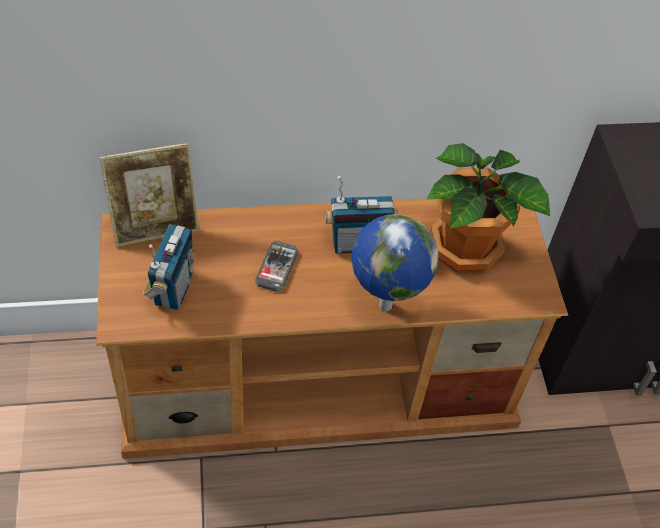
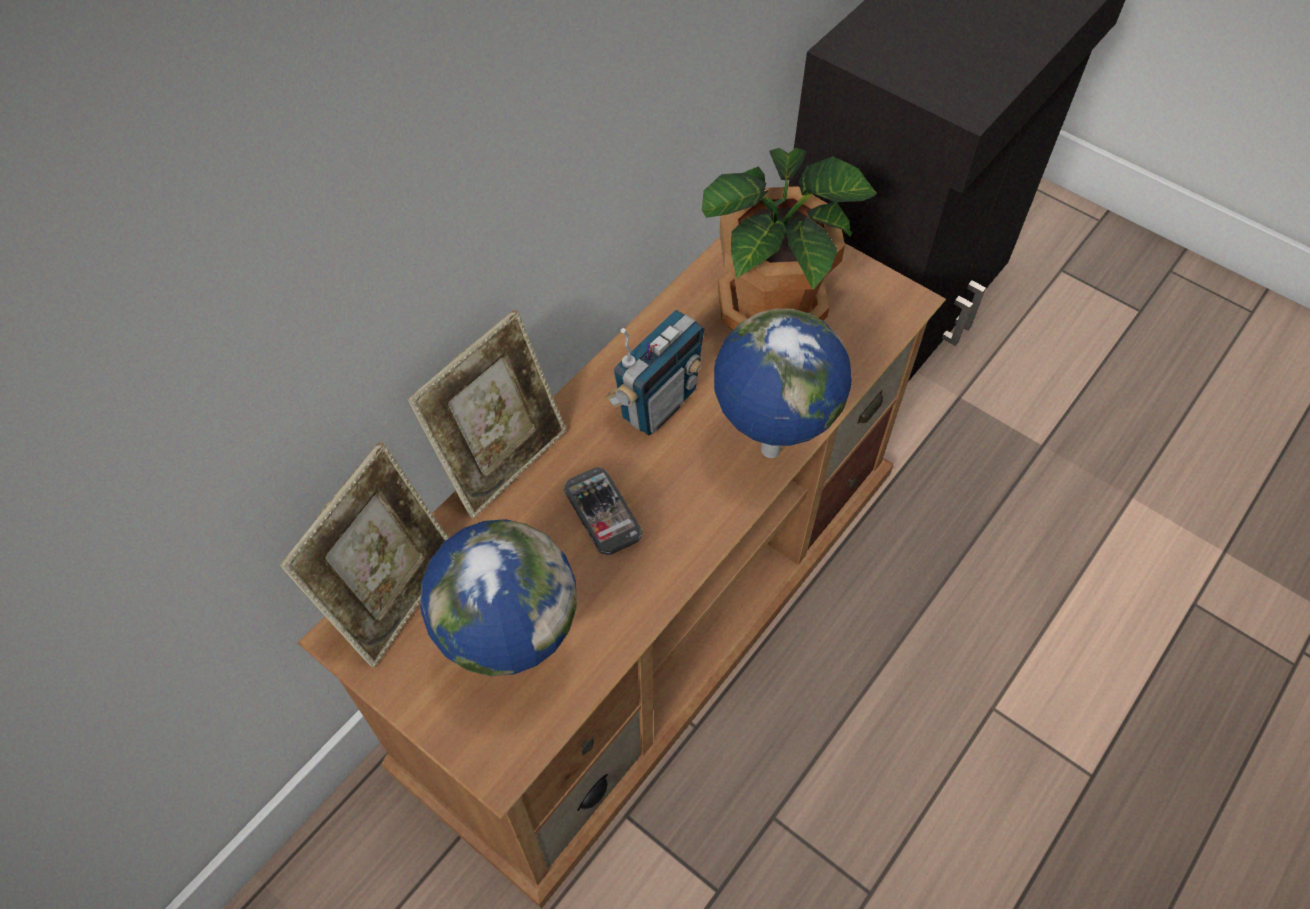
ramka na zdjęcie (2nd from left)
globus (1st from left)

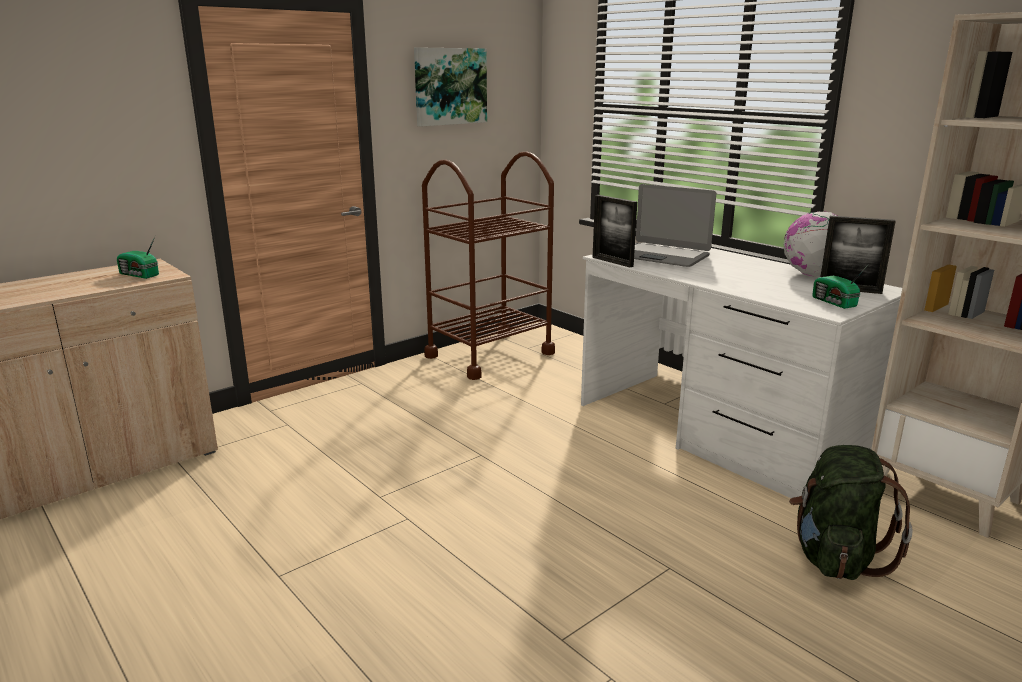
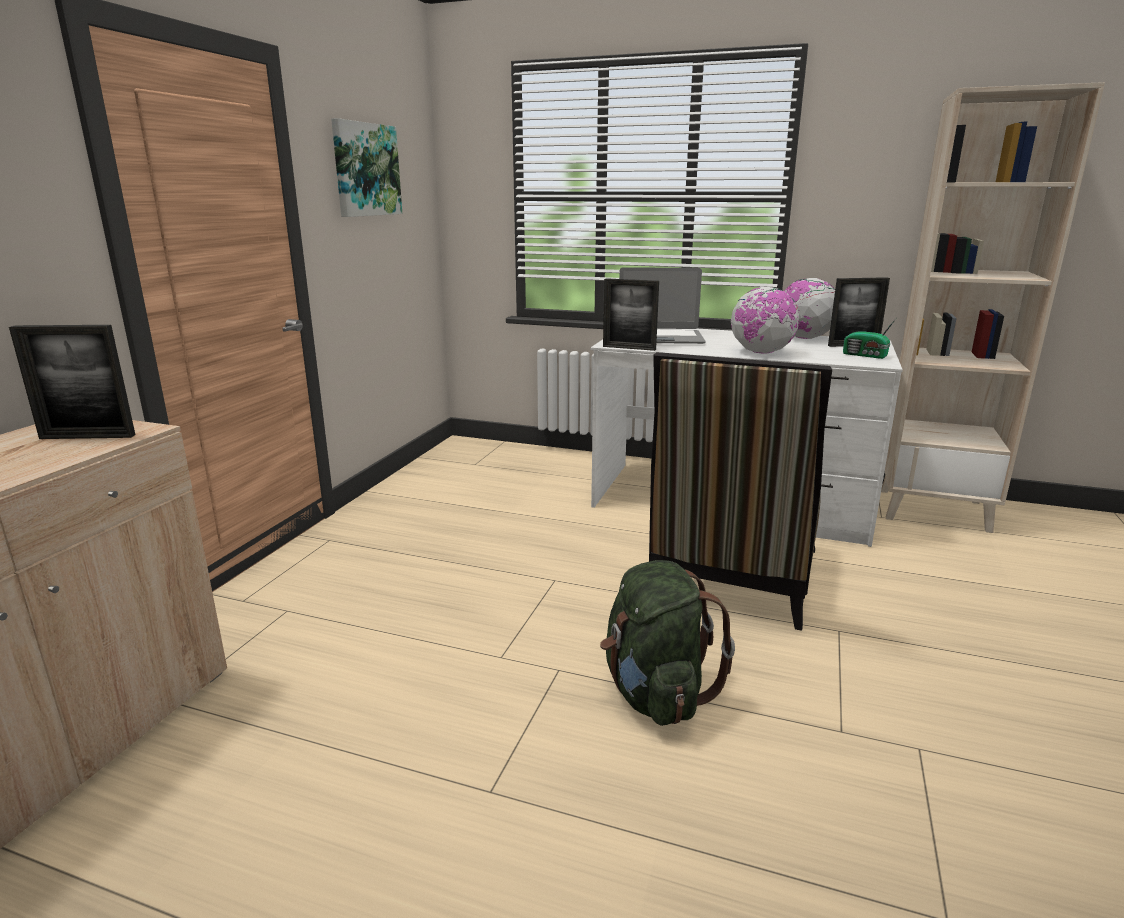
wózek [brązowy]
krzesło
globus (1st from left)
plecak [zielony]
ramka na zdjęcie (1st from left)

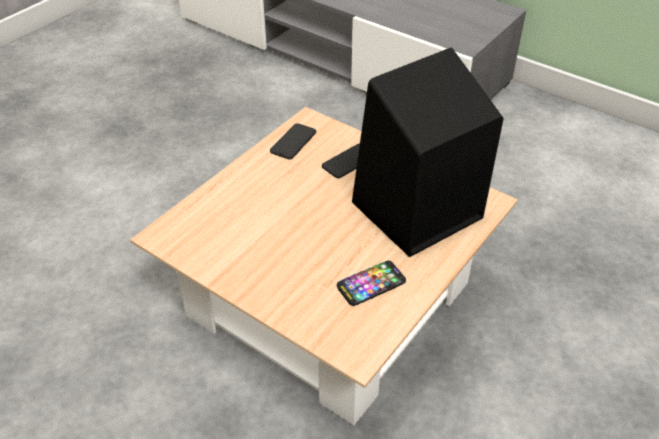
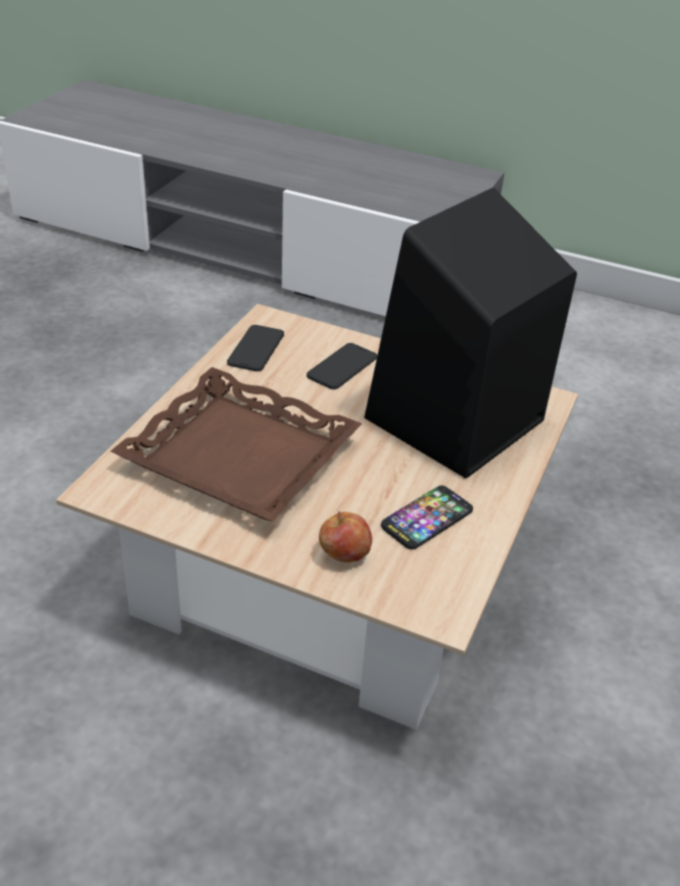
taca [brązowy]
jabłko

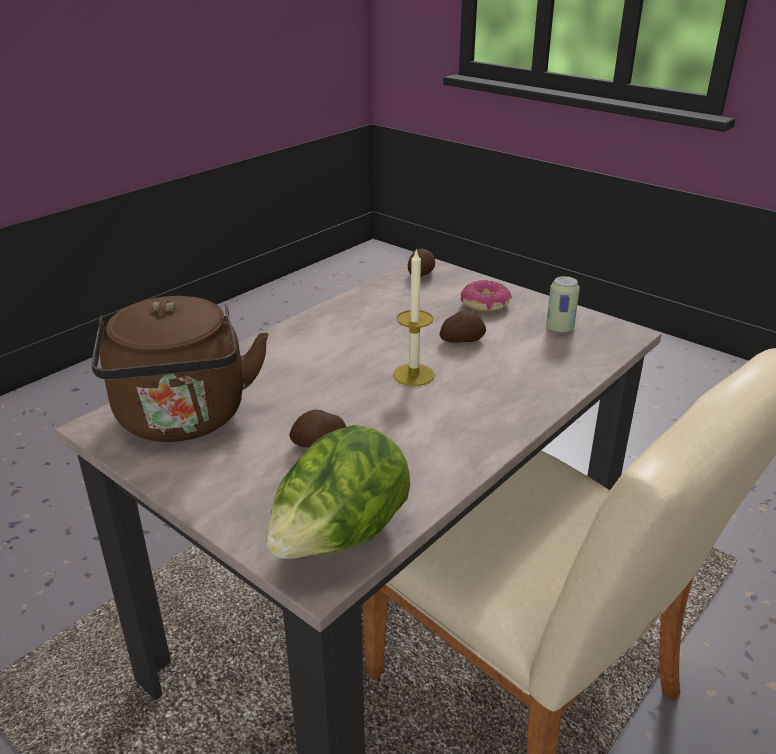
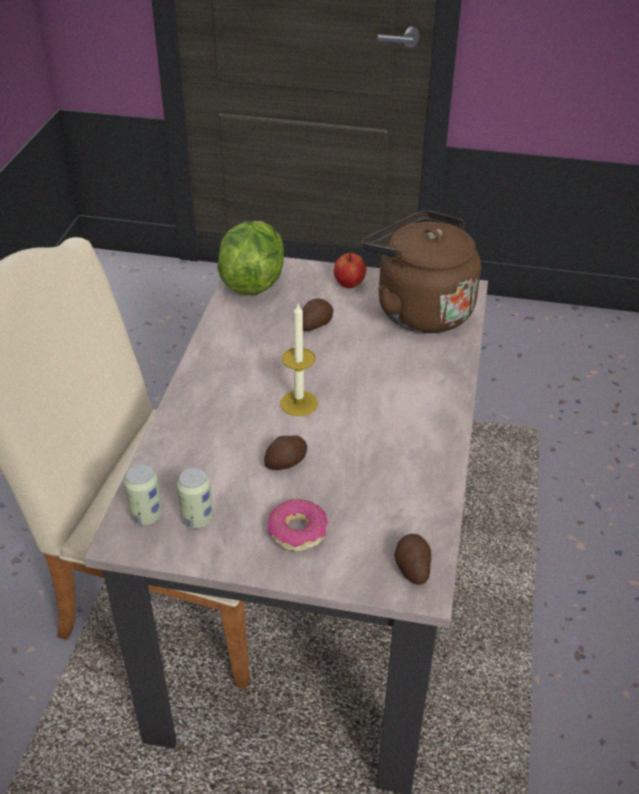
puszka (1st from left)
jabłko

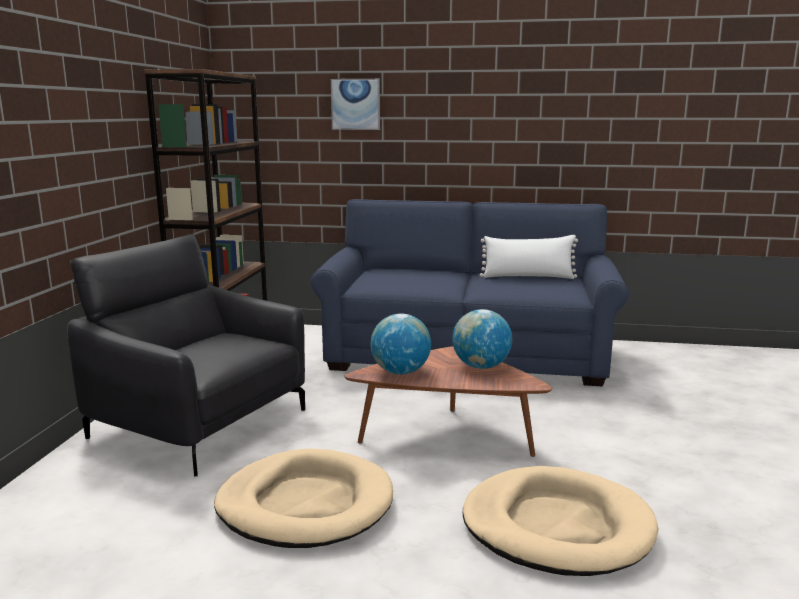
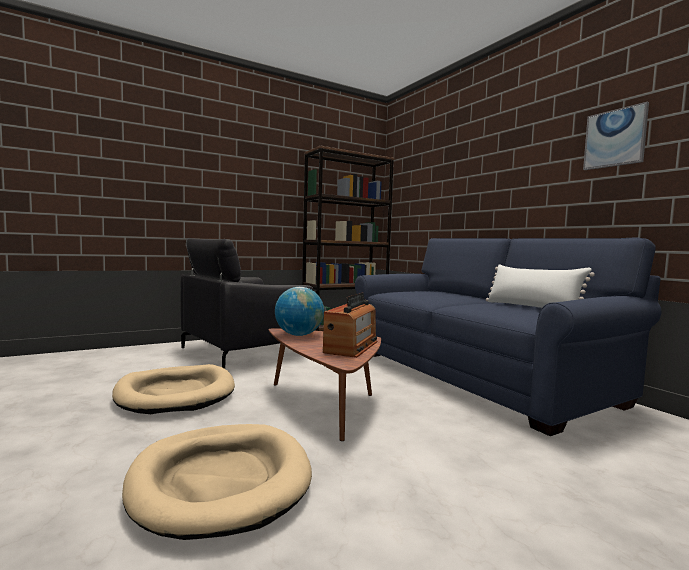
obraz
radio
fotel [czarny]

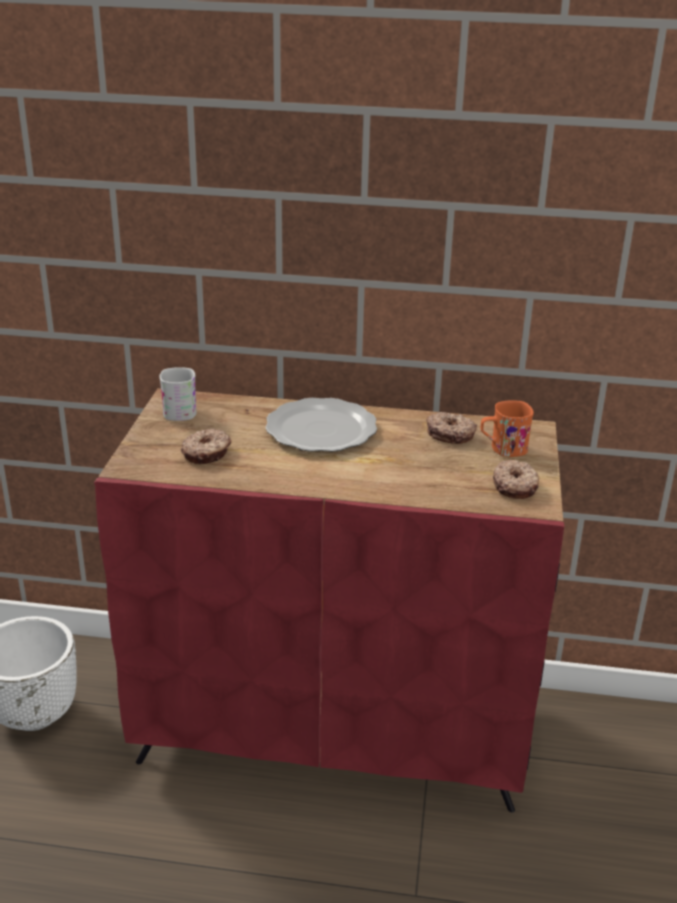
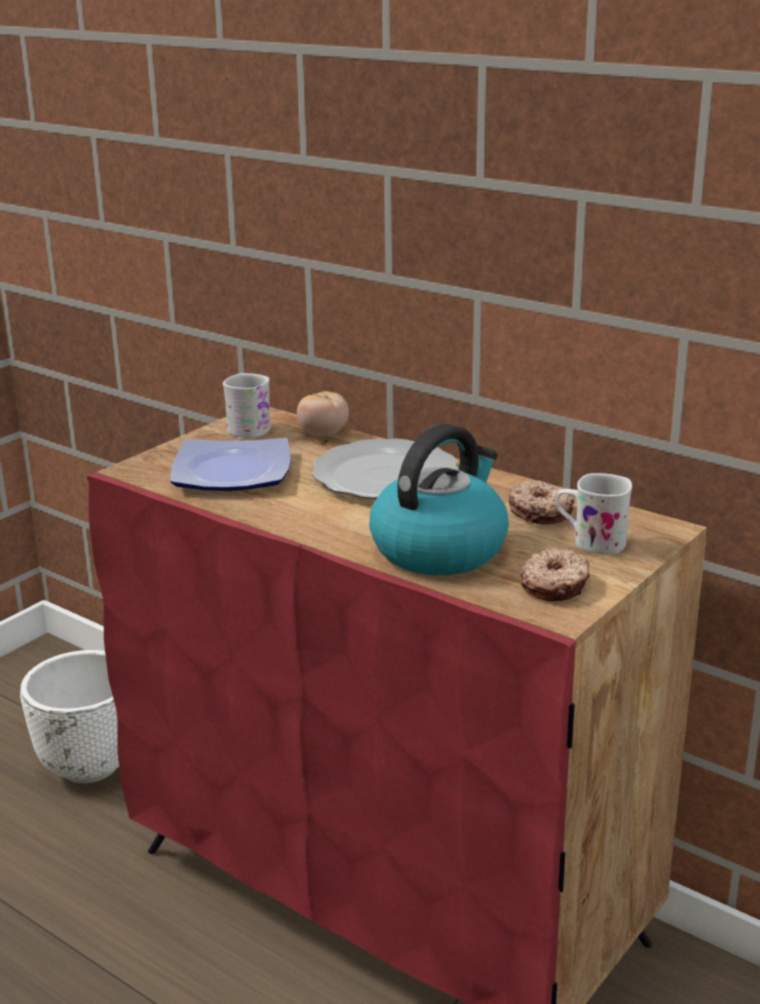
pomidor
czajnik
talerz (1st from left)
kubek [biały] (2nd from left)

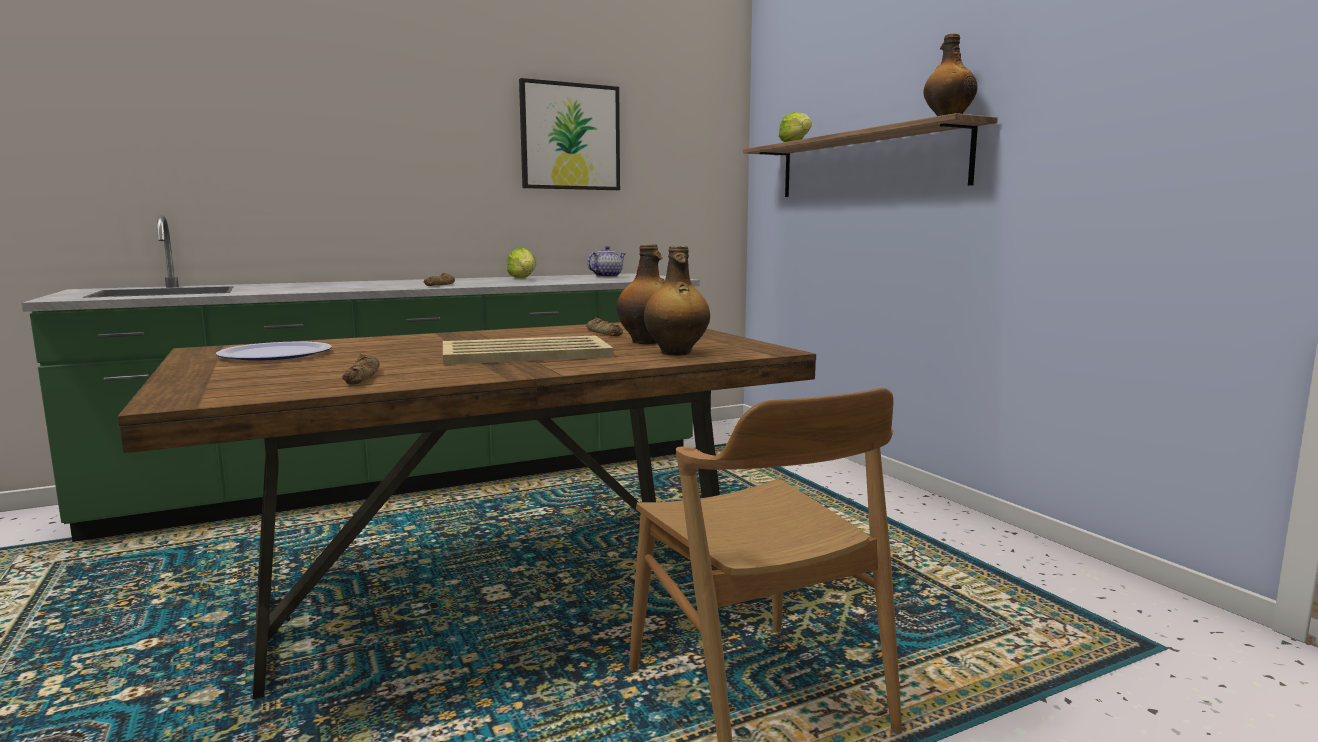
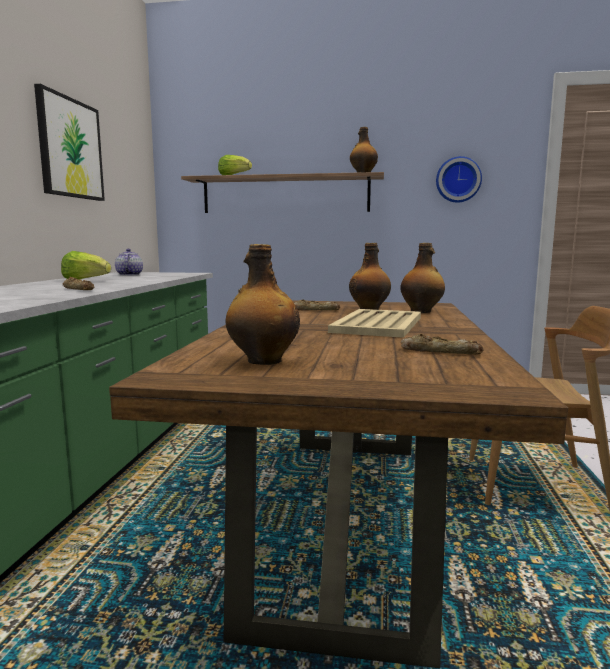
zegar ścienny
butelka (1st from left)

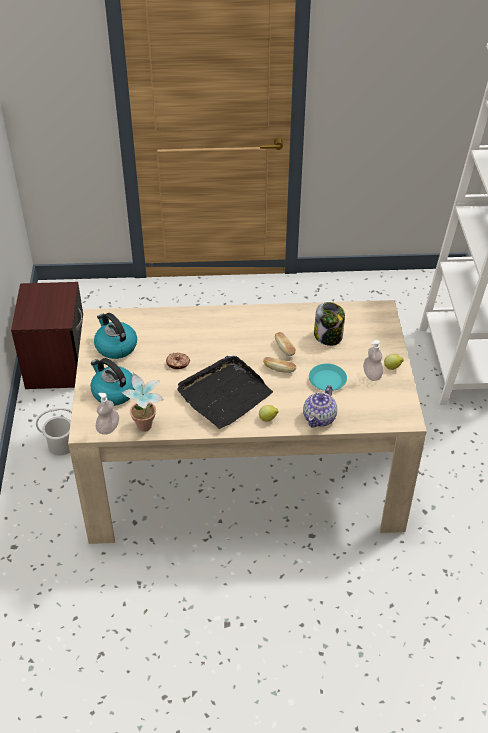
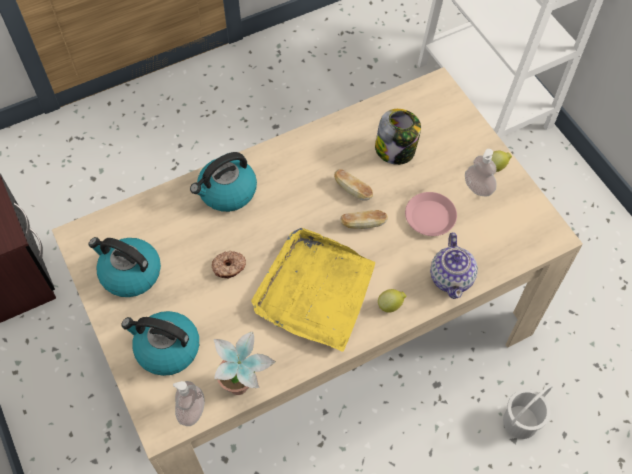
czajnik (3rd from left)
wiadro [biały]
taca [żółty]
talerz [różowy]

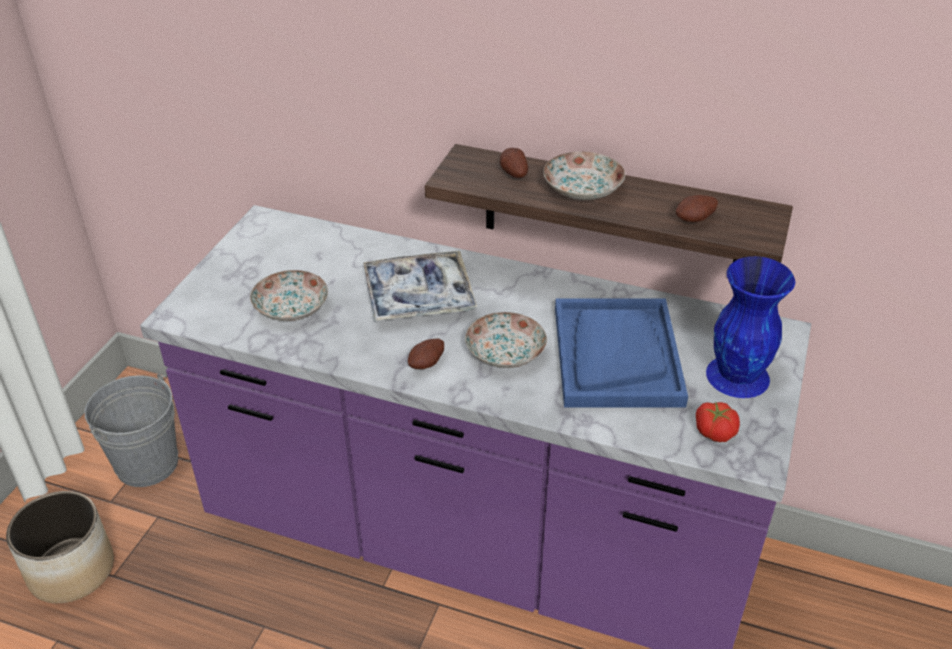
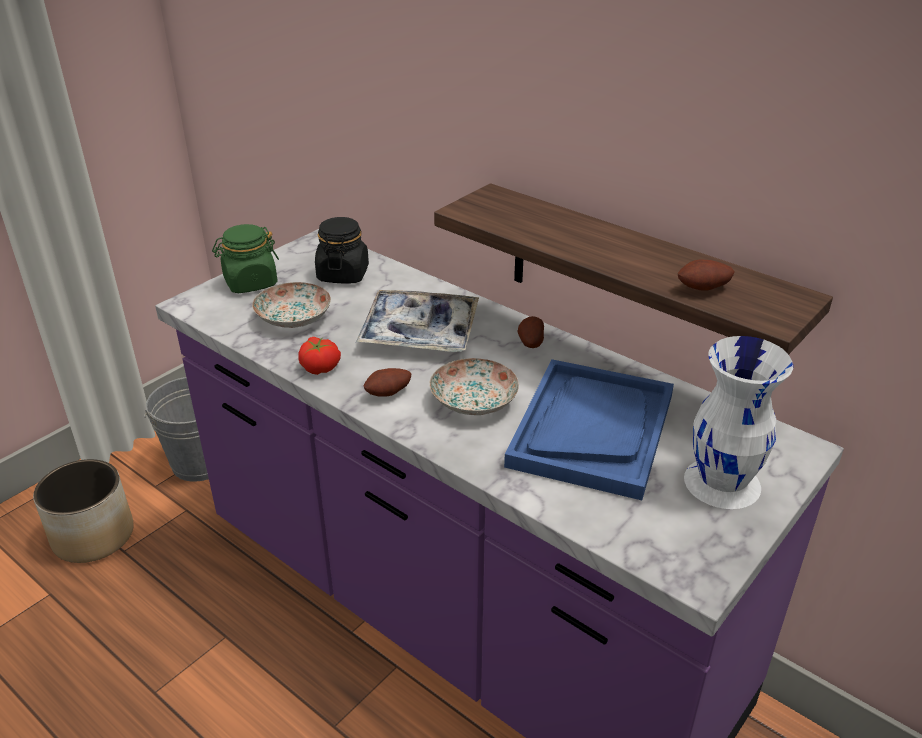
talerz (3rd from left in the first image)
słoik [zielony]
słoik [czarny]
ziemniak (2nd from left)
pomidor
wazon [biały]

